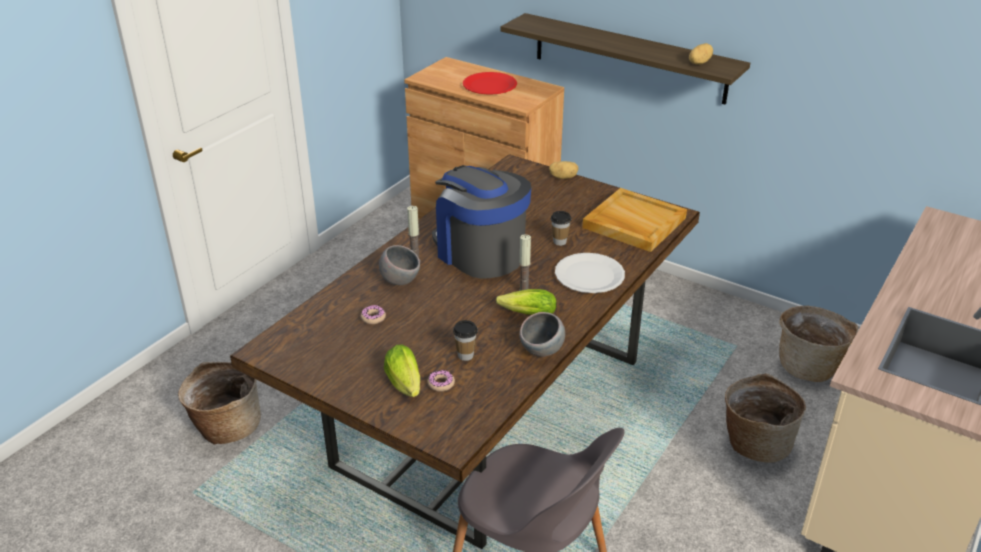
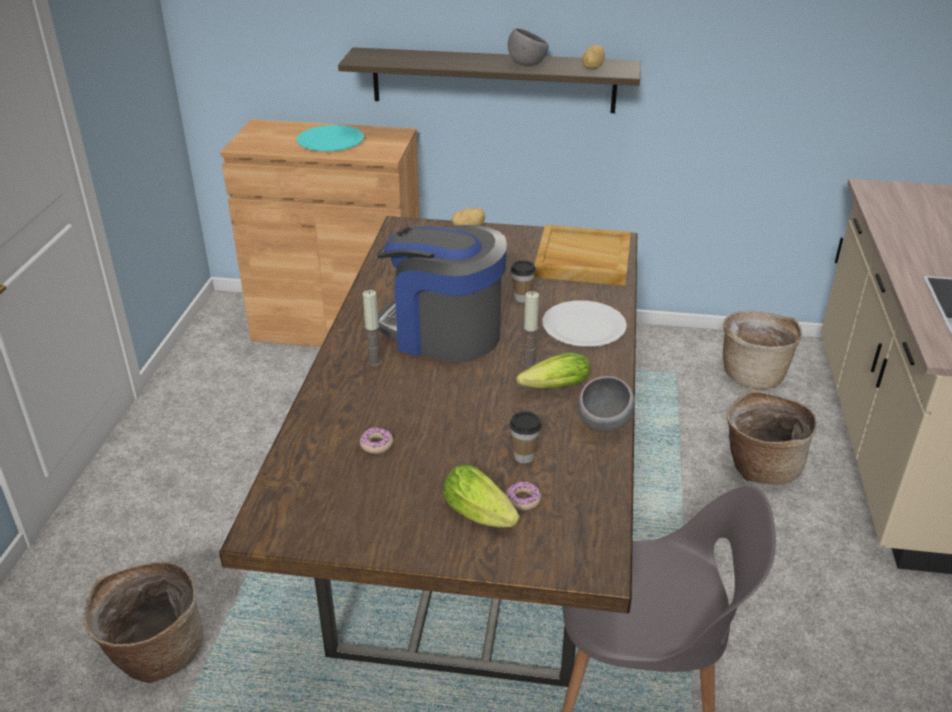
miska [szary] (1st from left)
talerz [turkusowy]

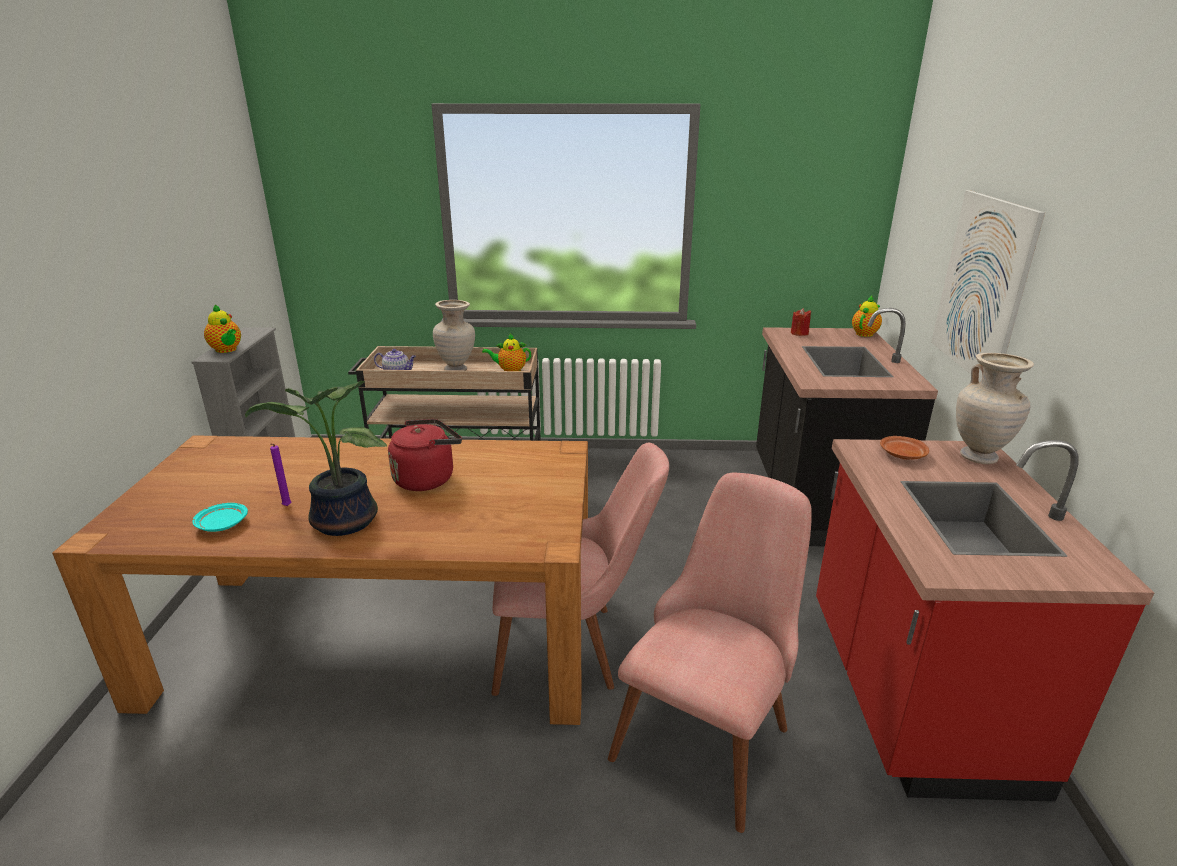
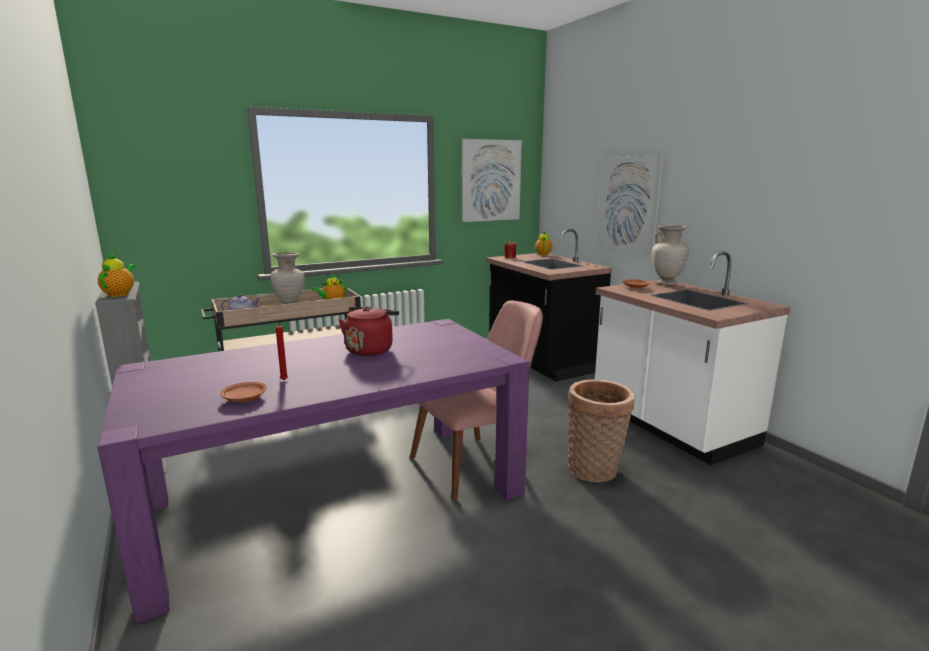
roślina doniczkowa
obraz (1st from left)
koszyk
stół jadalny [fioletowy]
talerz [brązowy] (1st from left)
świeca [czerwony] (1st from left)
zabudowa kuchenna [biały]
imbryk (1st from left)

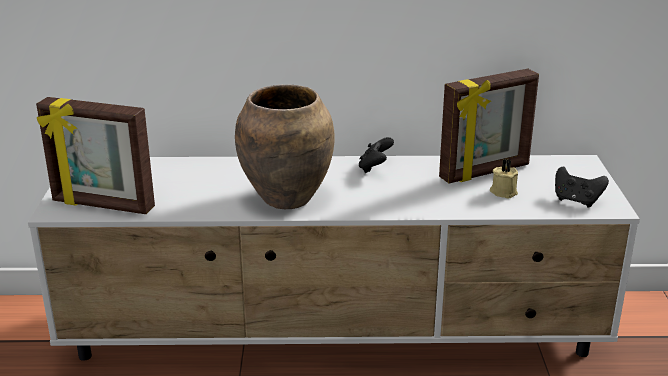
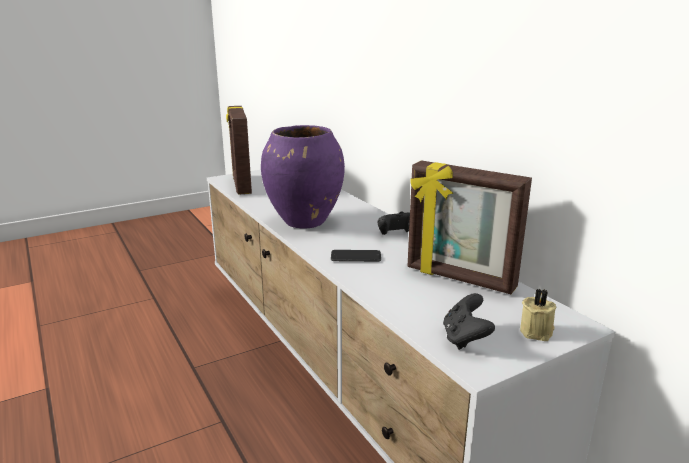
telefon
świeca [beżowy]
wazon [fioletowy]

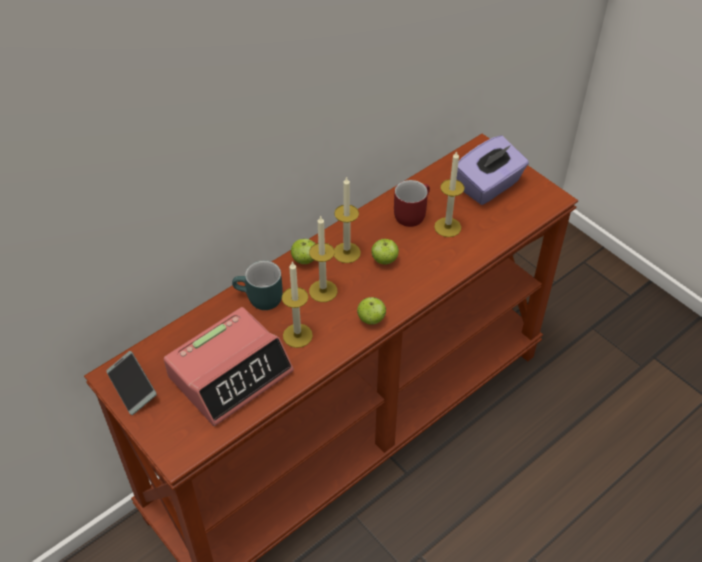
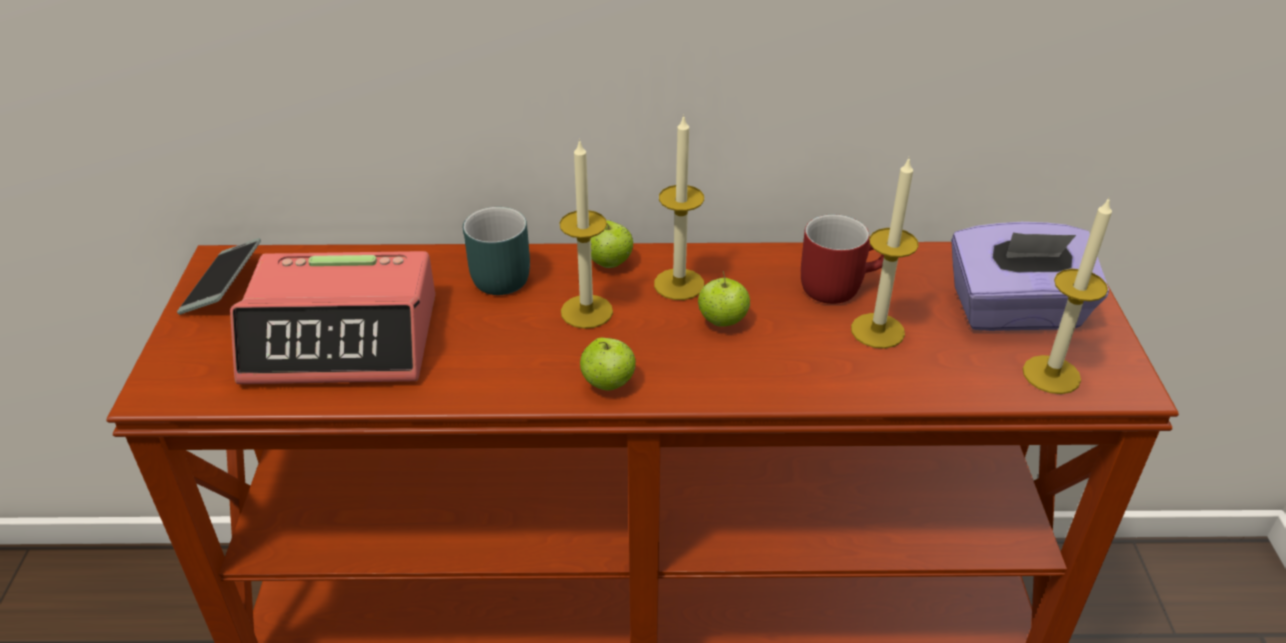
świeca (4th from left)

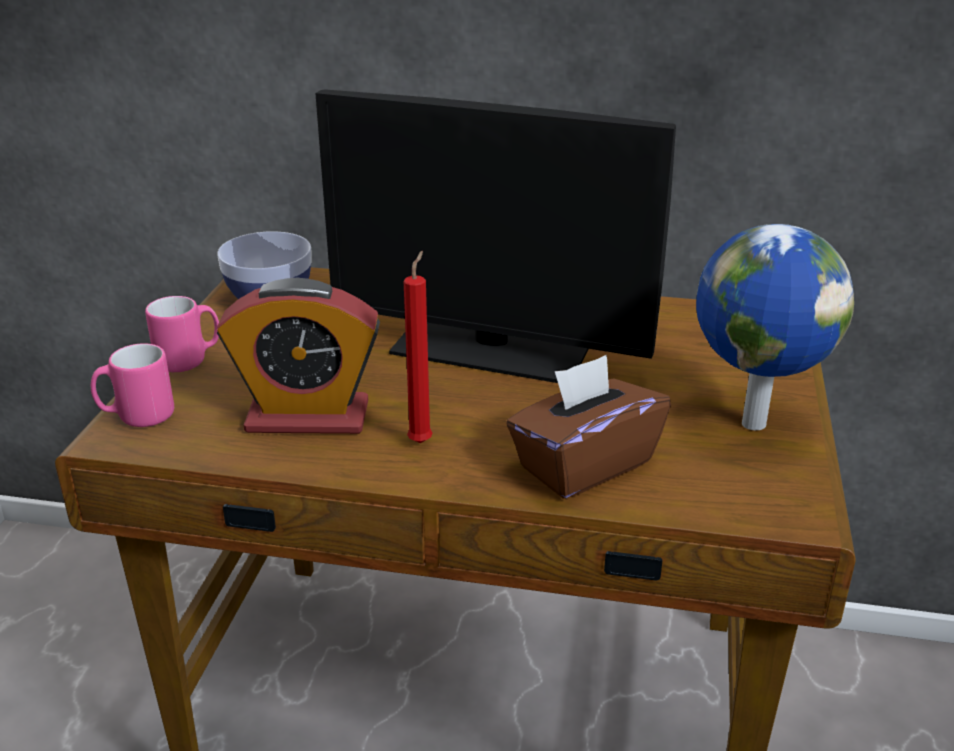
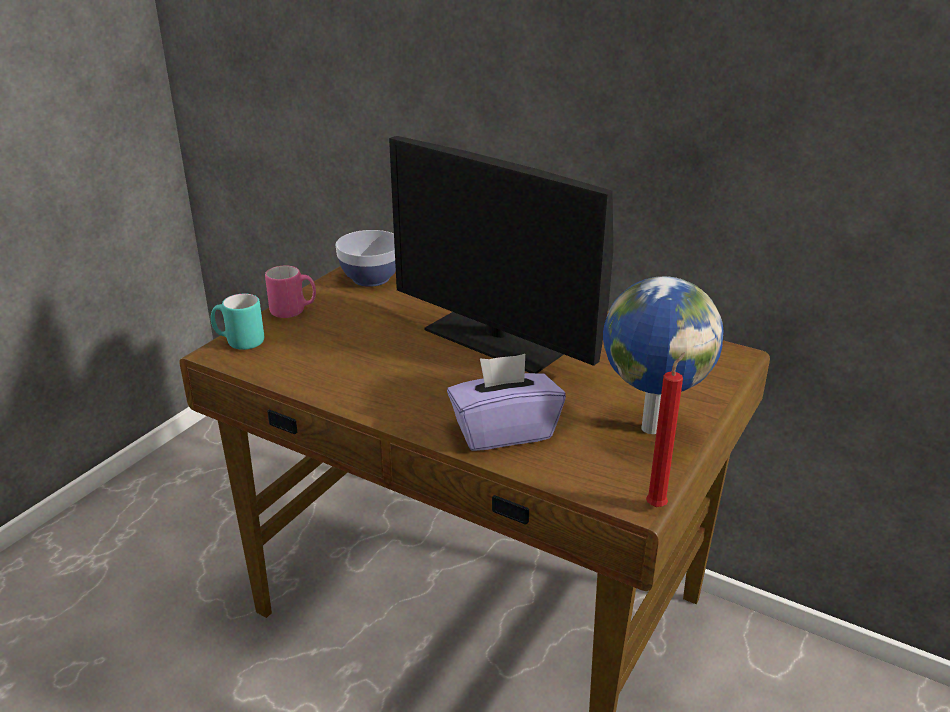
budzik
świeca [czerwony]
kubek [turkusowy]
pudełko chusteczek [fioletowy]

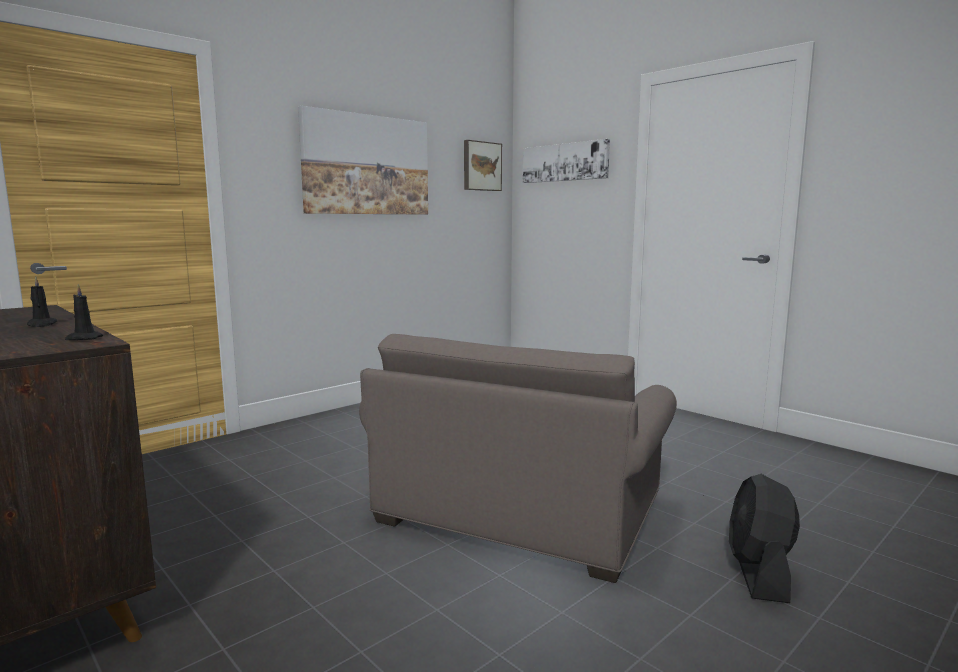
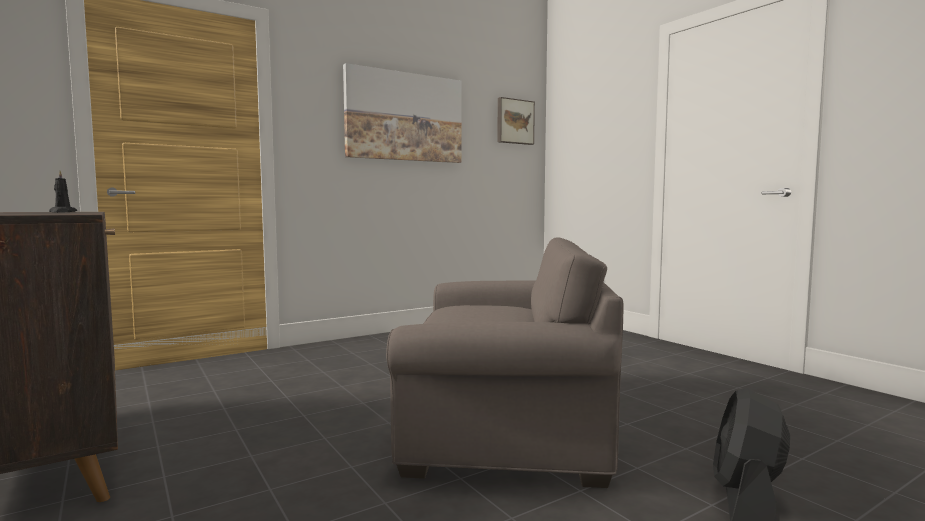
świeca [czarny] (2nd from left in the first image)
obraz (3rd from left in the first image)
fotel [szary]

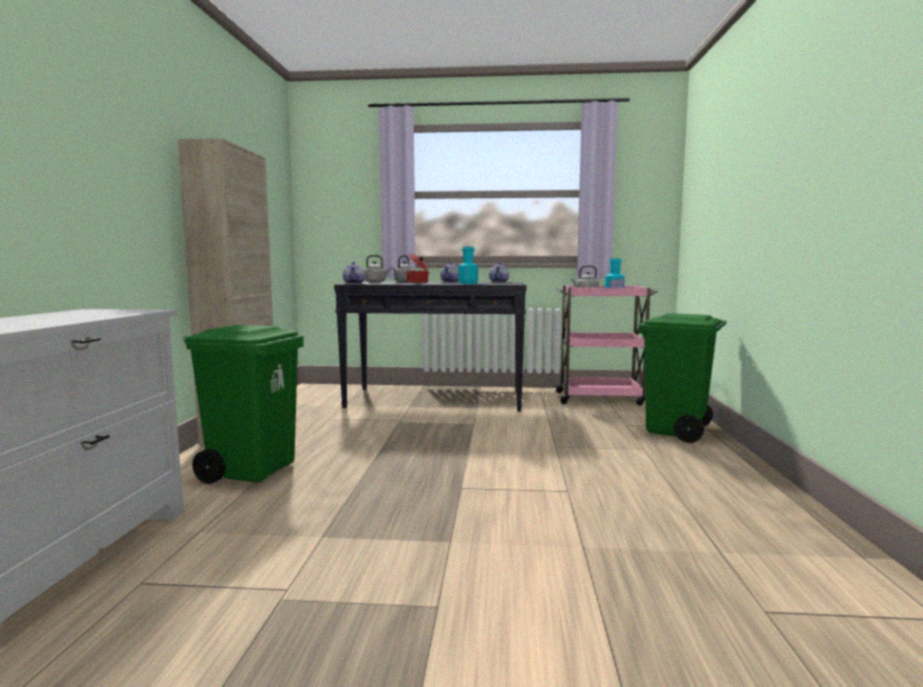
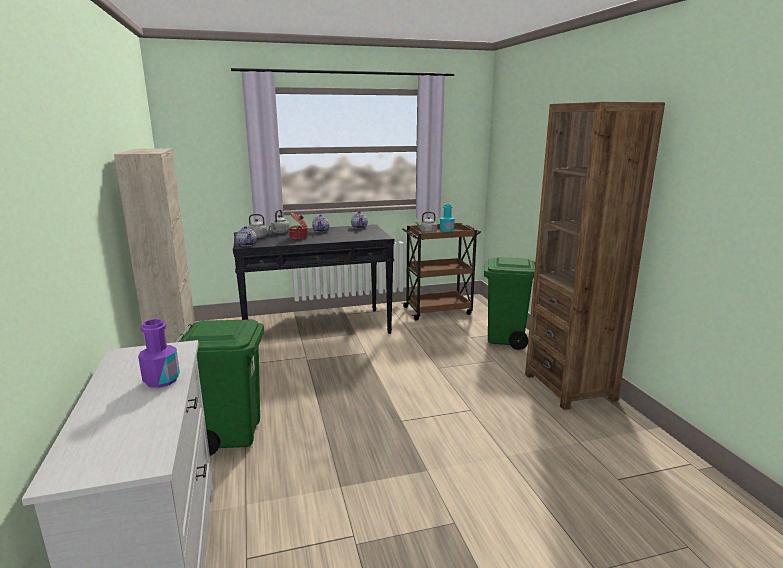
butelka [turkusowy] (1st from left in the first image)
butelka [fioletowy]
regał [brązowy]
wózek [brązowy]

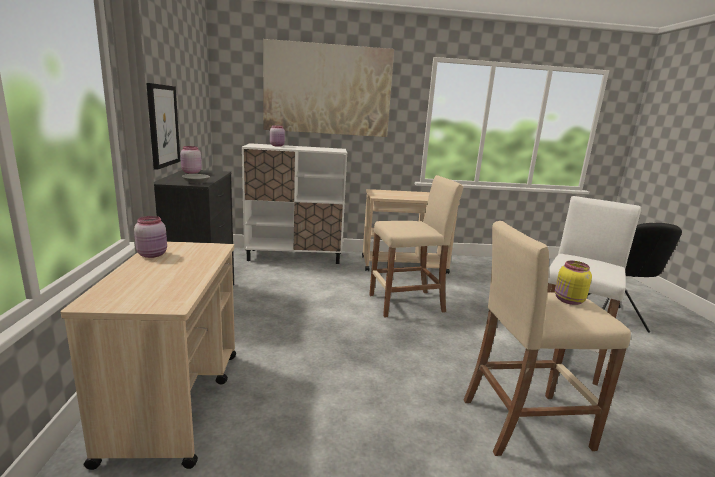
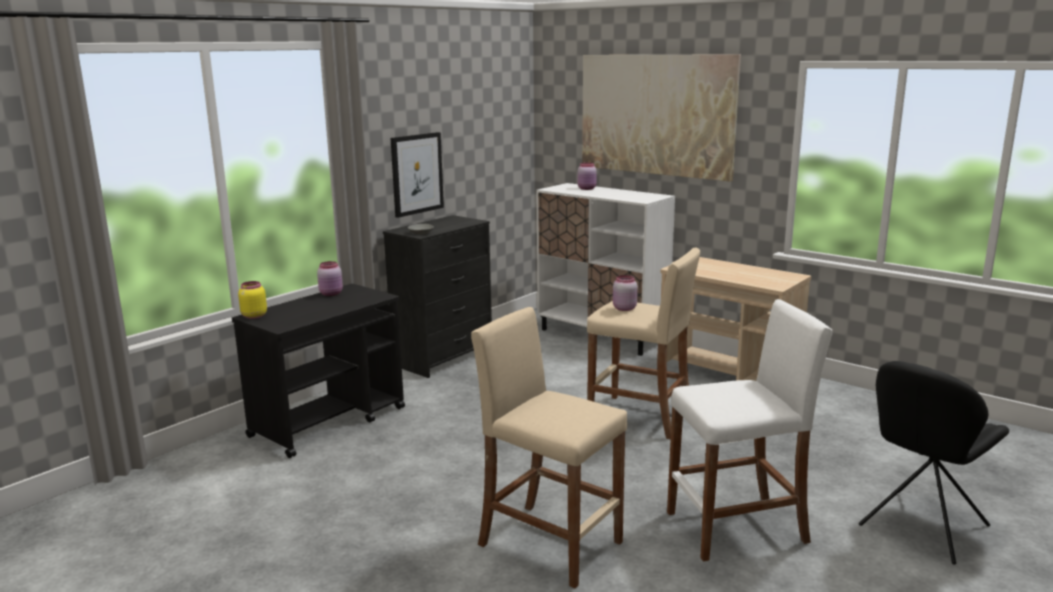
słoik [różowy] (3rd from left)
słoik [żółty]
wózek [czarny]

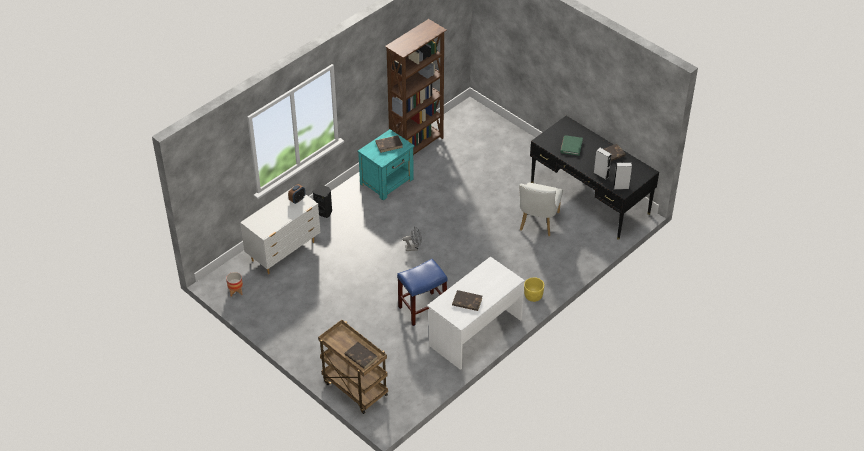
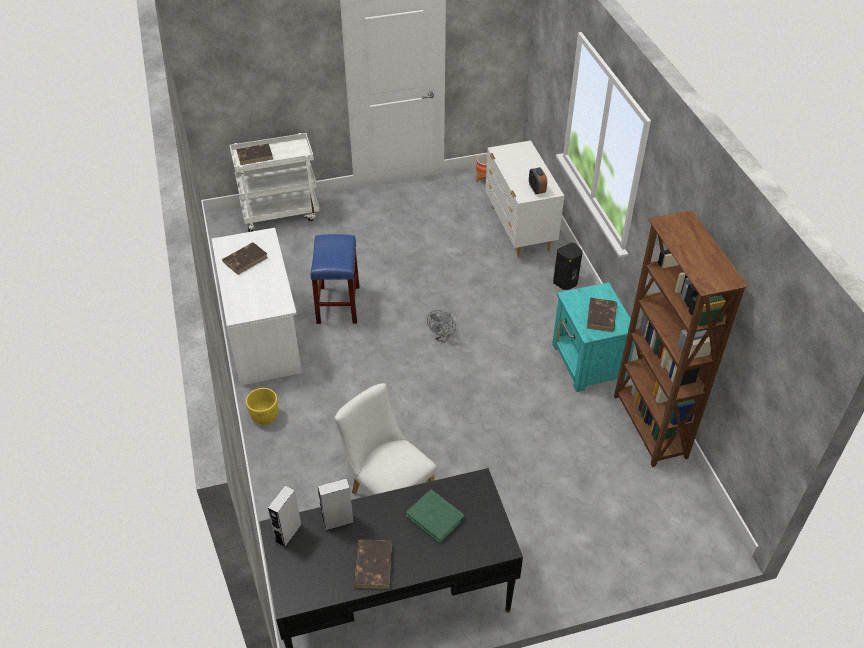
wózek [biały]

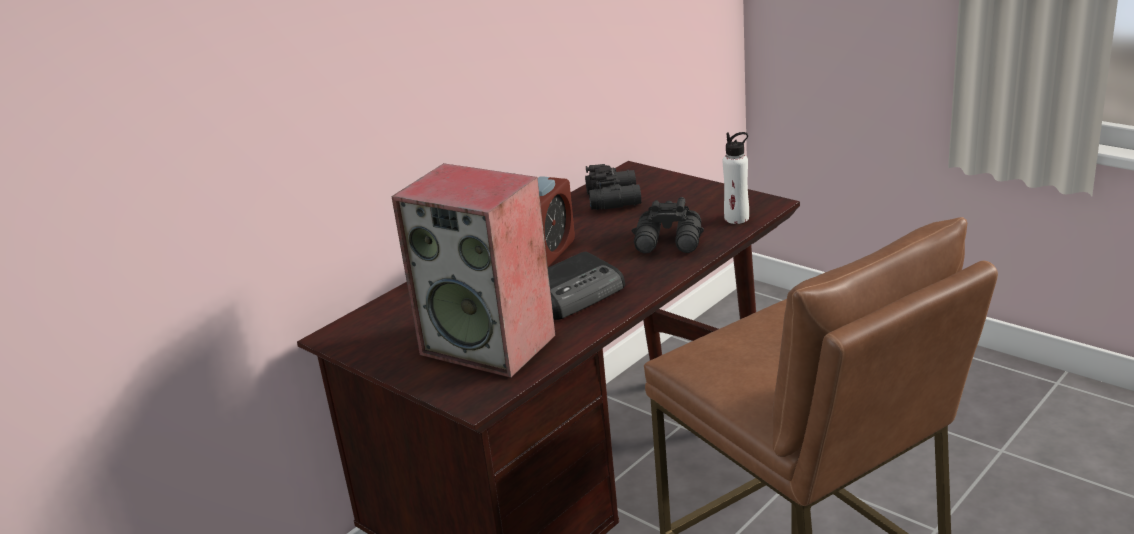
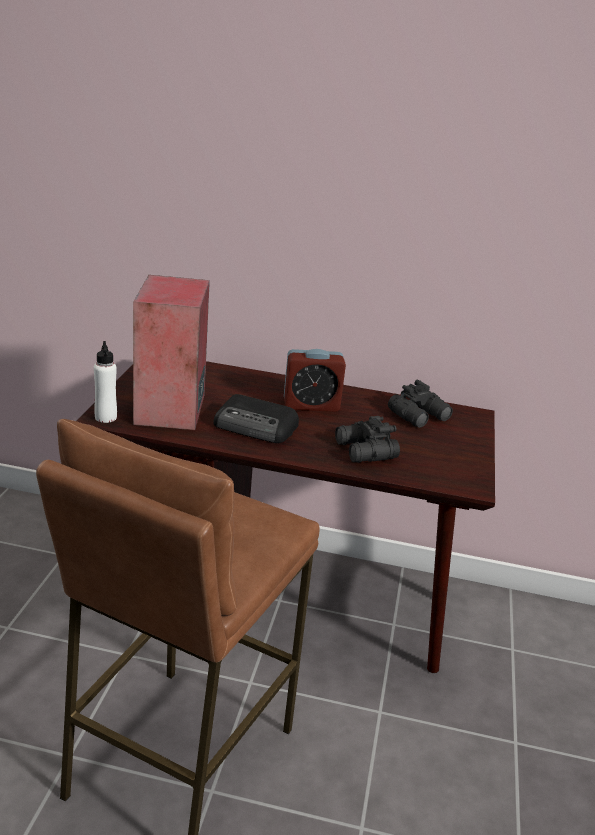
butelka [biały]

